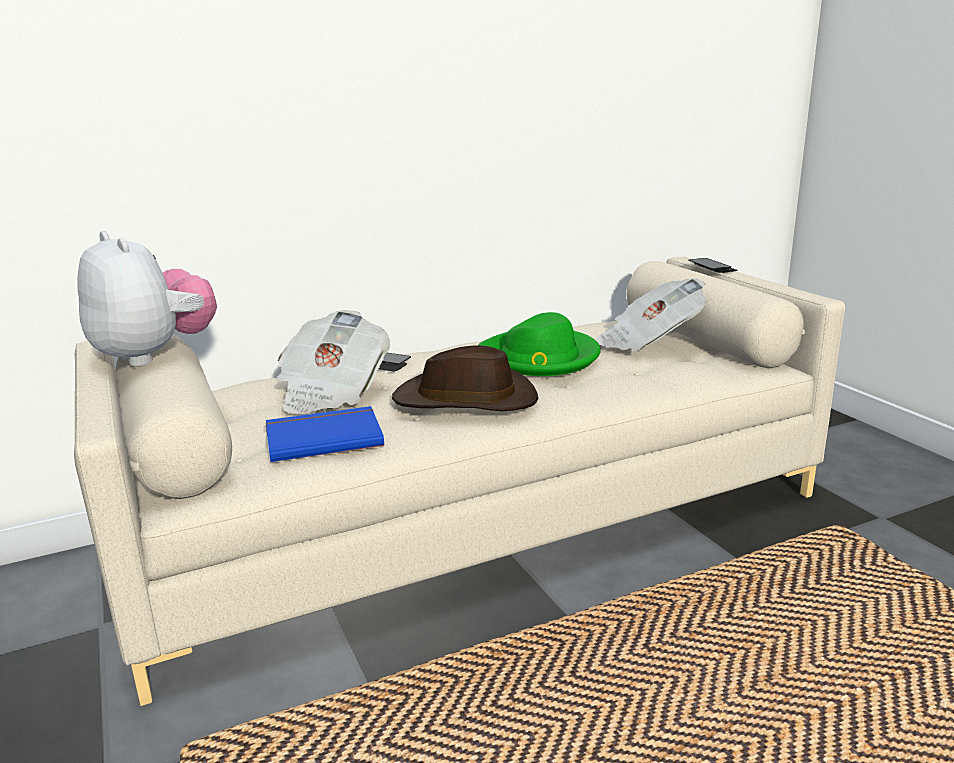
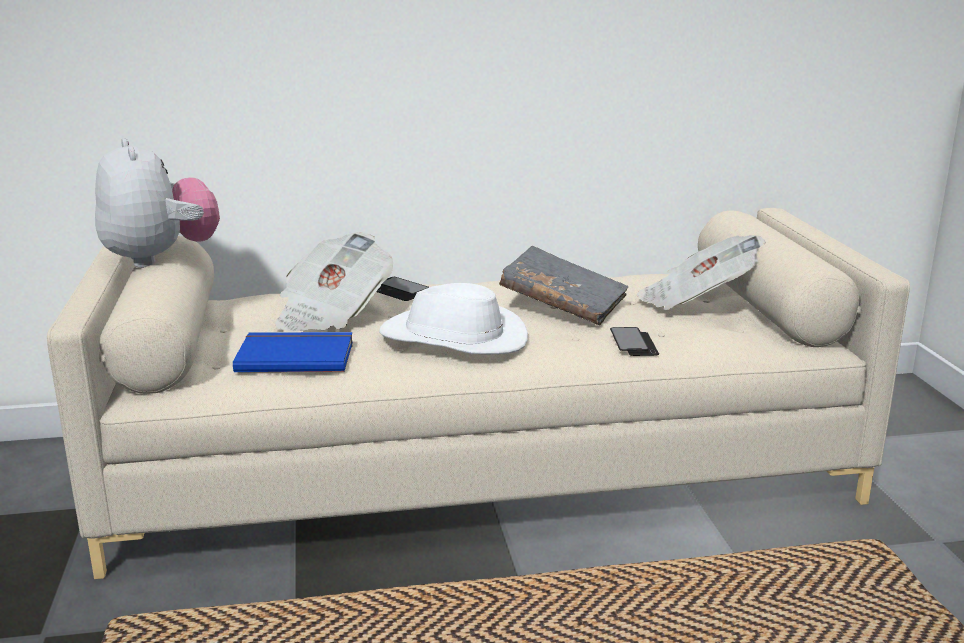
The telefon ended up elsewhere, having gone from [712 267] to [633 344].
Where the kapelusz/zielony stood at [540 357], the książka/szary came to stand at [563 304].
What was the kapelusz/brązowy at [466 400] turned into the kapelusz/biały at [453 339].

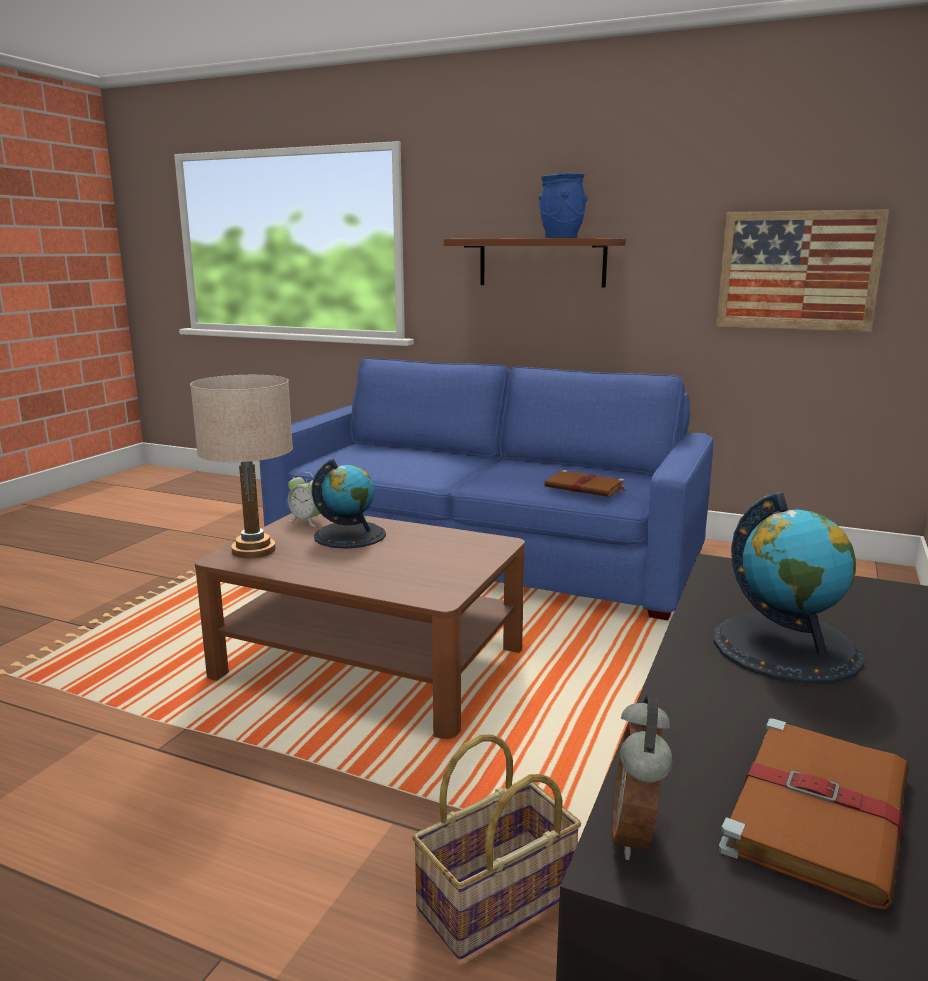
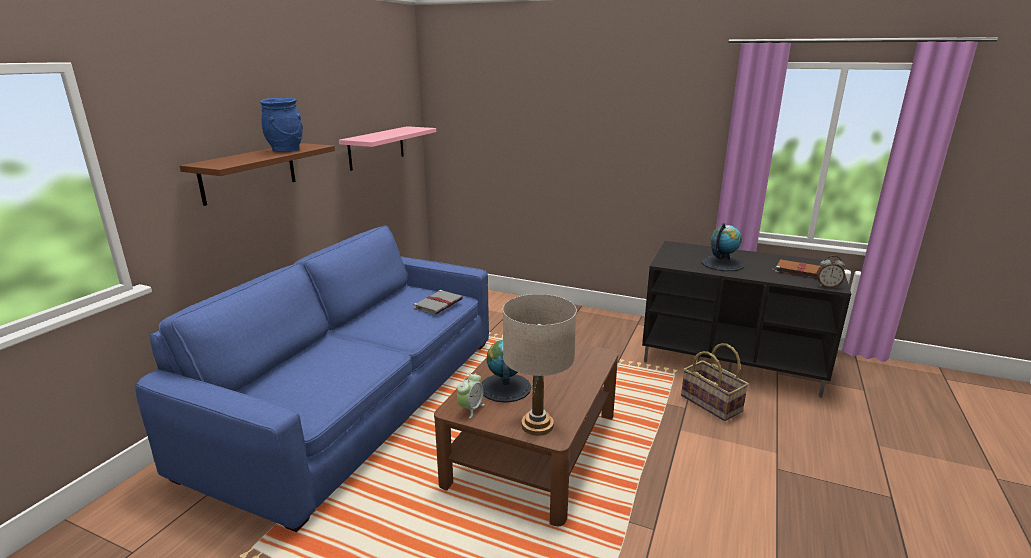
Where the obraz hung at [798 271], the półka/różowy came to hang at [376 147].
What was the książka/brązowy at [585 487] turned into the książka/szary at [439 304].

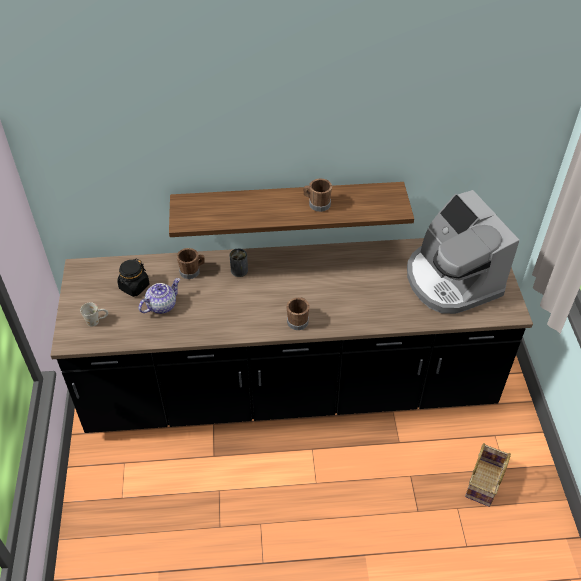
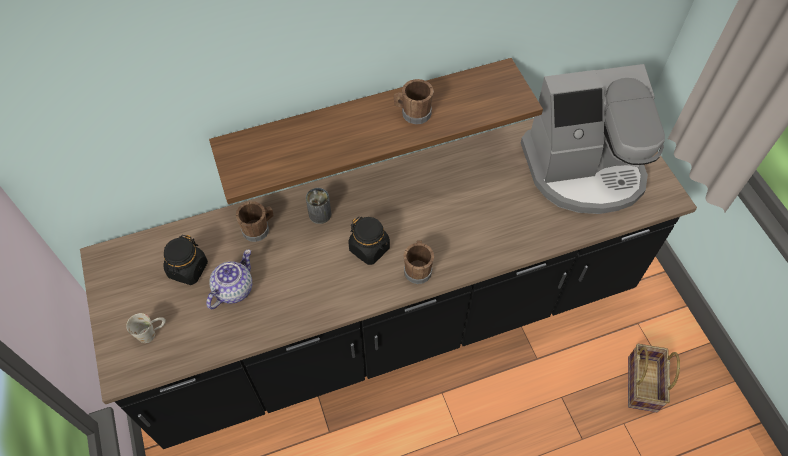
The second view gained the słoik/czarny at [369 248].
The ekspres do kawy at [451 280] ended up facing another way, 60 degrees counterclockwise from before.

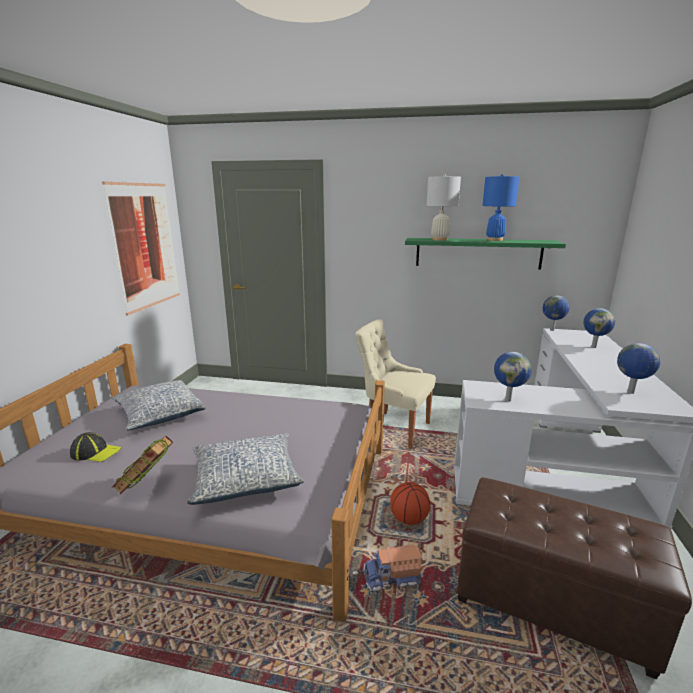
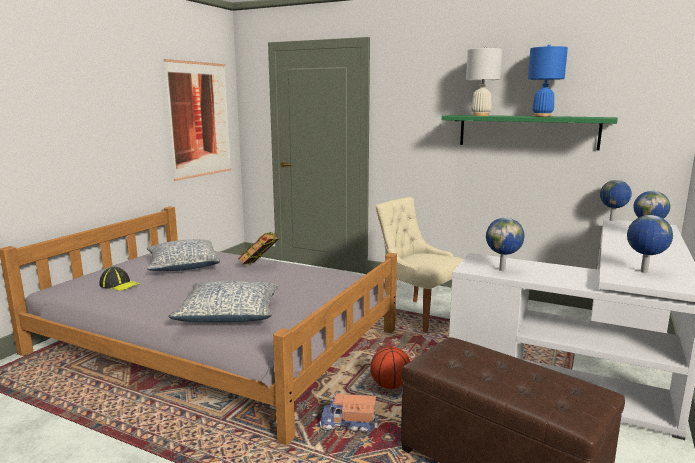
The książka ended up elsewhere, having gone from [148 486] to [259 266].

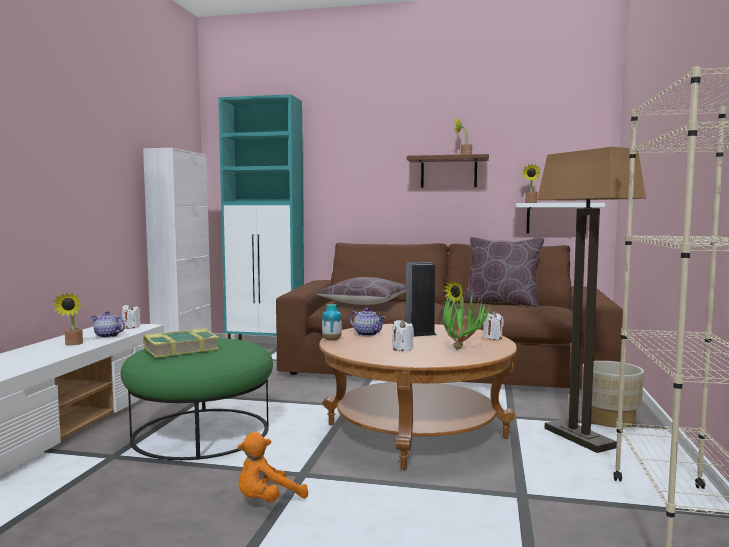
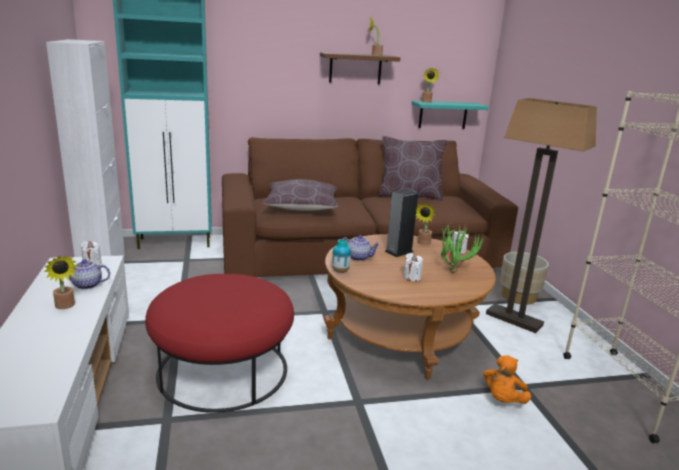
The second view lost the książka at [181 349].
The pluszak/pomarańczowy ended up elsewhere, having gone from [267 501] to [503 400].
What was the pufa/zielony at [201 432] turned into the pufa/czerwony at [223 369].
What was the półka/biały at [556 218] turned into the półka/turkusowy at [443 115].

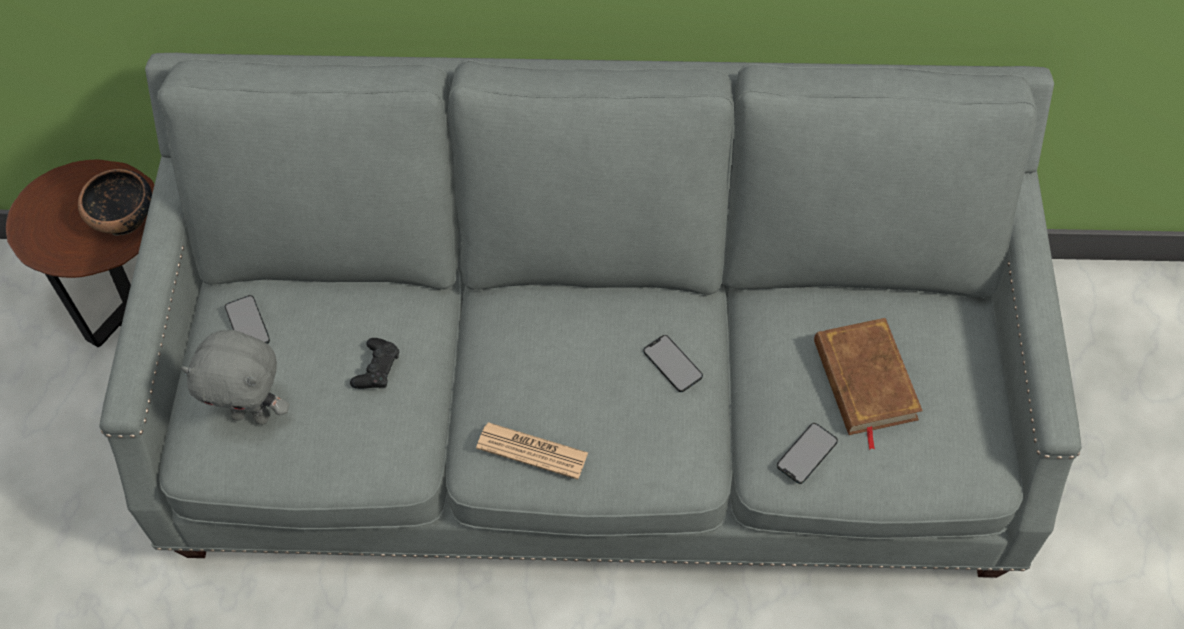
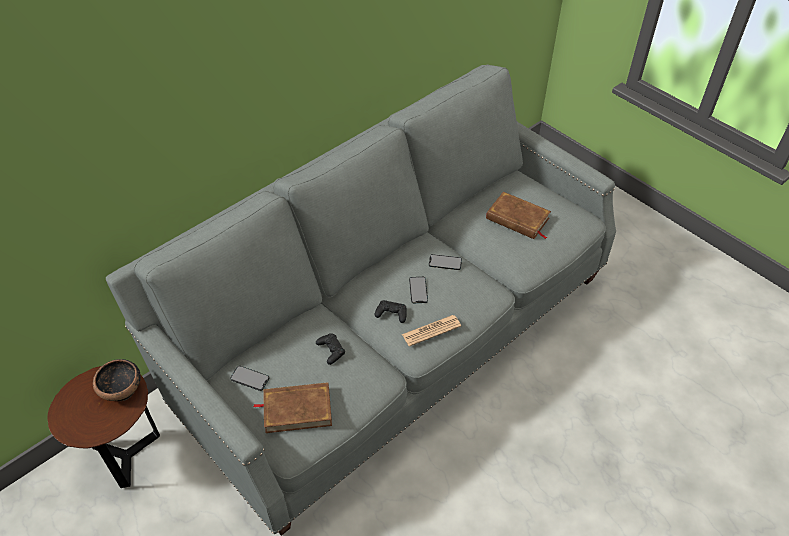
The second view gained the pad do gier/czarny at [391 313].
The telefon ended up elsewhere, having gone from [807 453] to [418 290].
Where the pluszak/szary stood at [252 414], the książka/brązowy came to stand at [297 409].

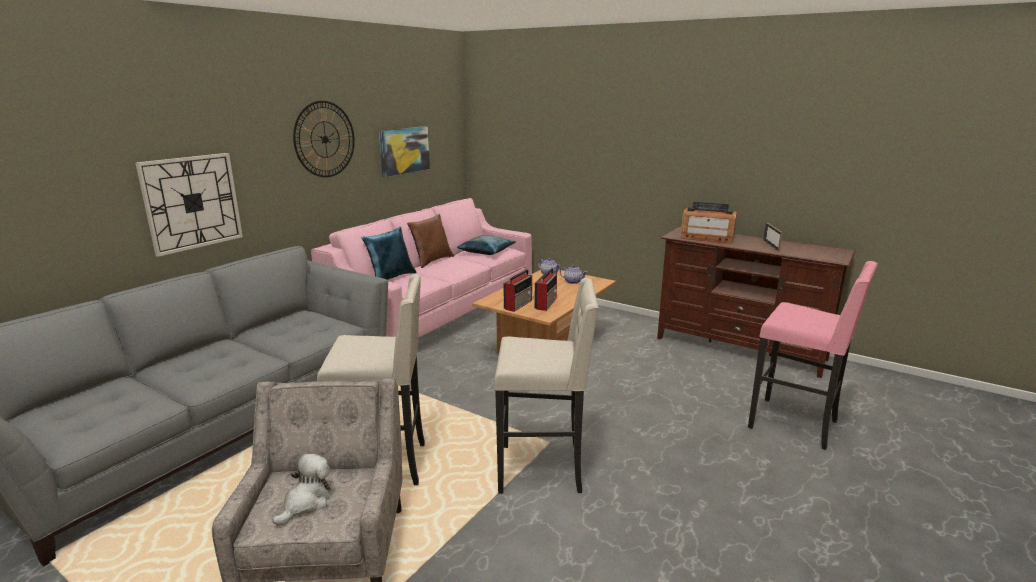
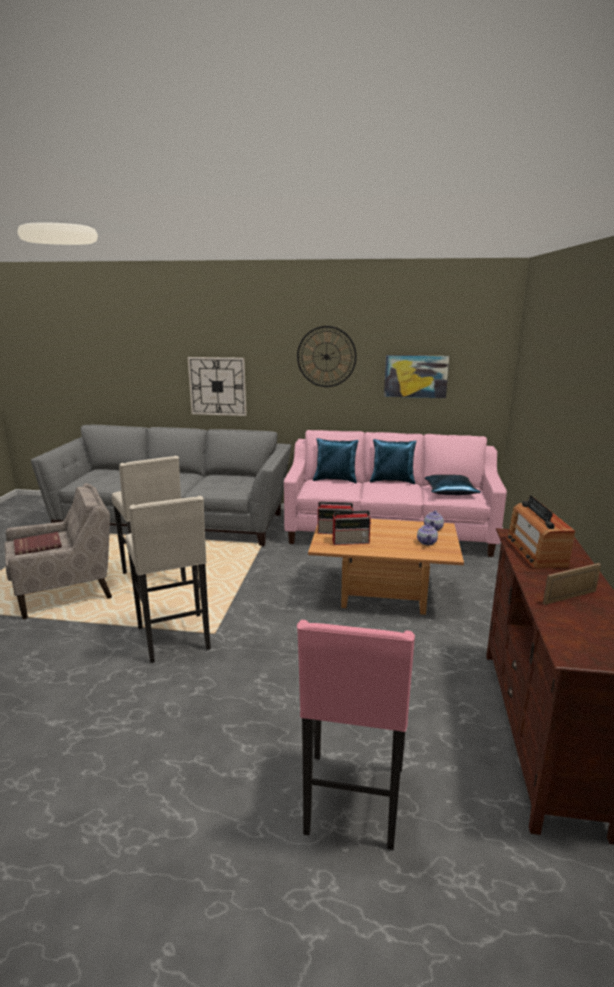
Where the pluszak stood at [306 503], the książka/czerwony came to stand at [37 545].
What was the poduszka/brązowy at [432 261] turned into the poduszka/niebieski at [392 481].

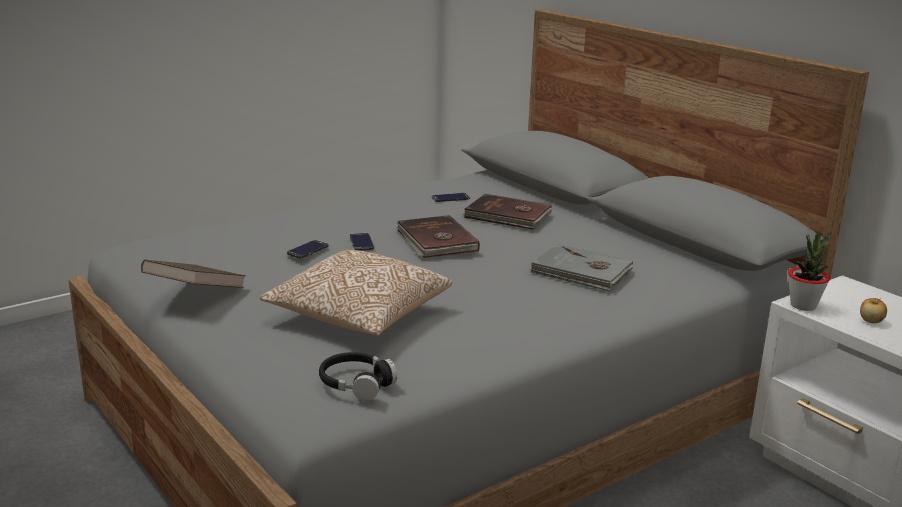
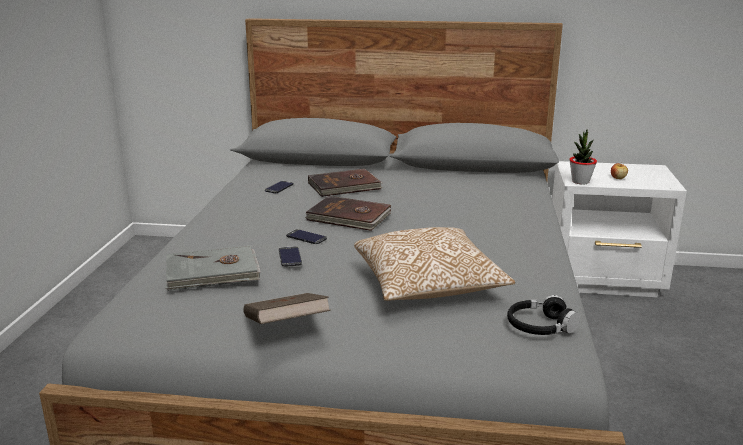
The książka/szary ended up elsewhere, having gone from [581 272] to [212 272].

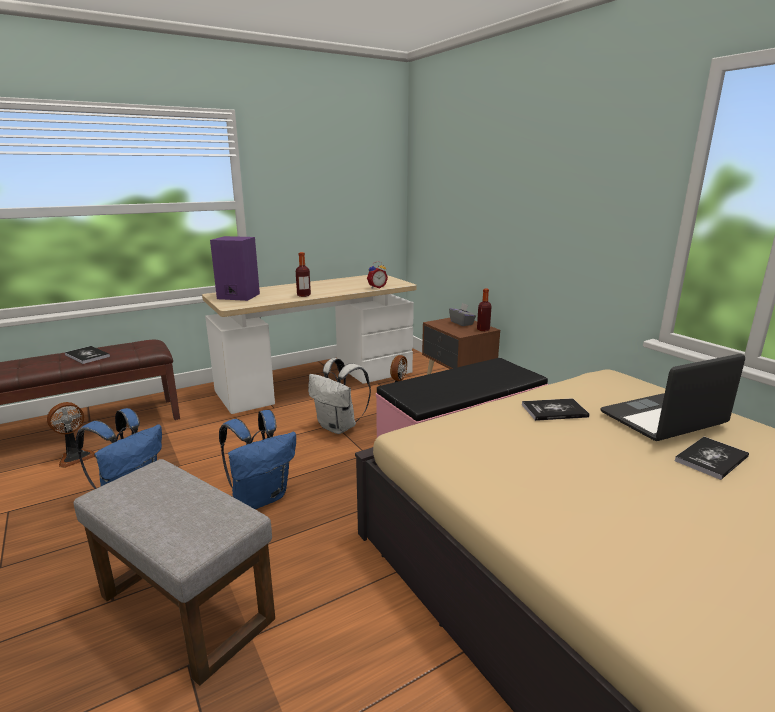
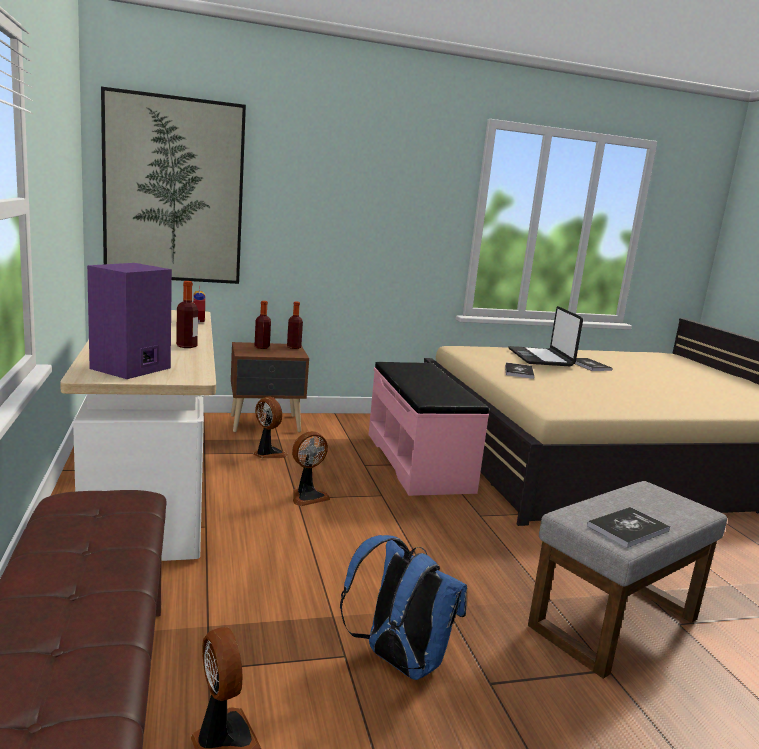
The second view lost the plecak/niebieski at [261 497].
The second view gained the obraz at [174 191].
The książka ended up elsewhere, having gone from [87 356] to [628 528].
Where the plecak/biały stood at [339 427], the wentylator came to stand at [307 496].
Where the pudełko chusteczek/szary stood at [462 323], the butelka came to stand at [262 347].

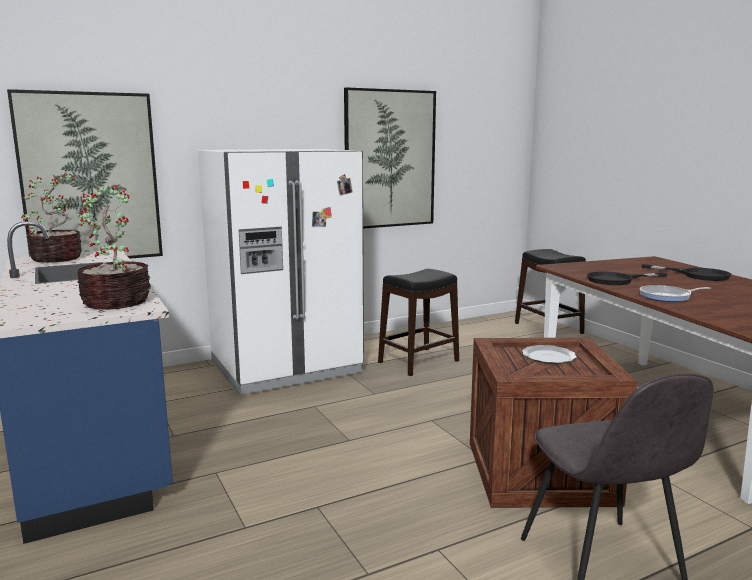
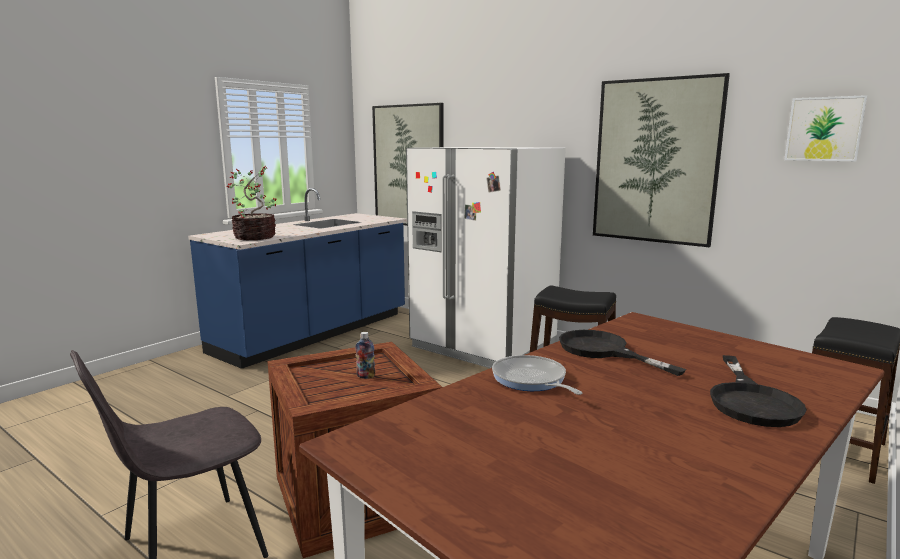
The second view lost the roślina doniczkowa at [58 258].
The second view gained the obraz at [824 129].
Where the talerz stood at [548 356], the butelka came to stand at [365 376].

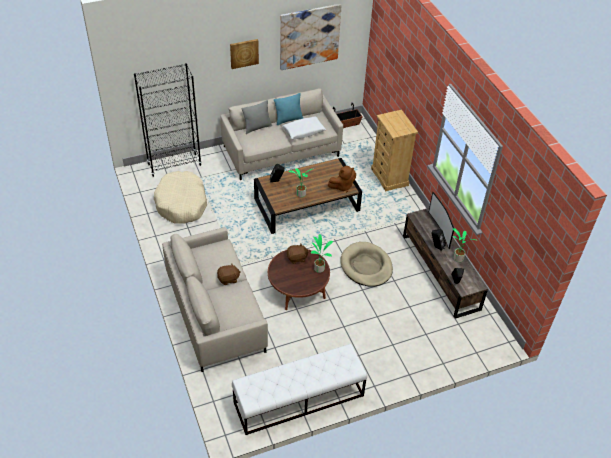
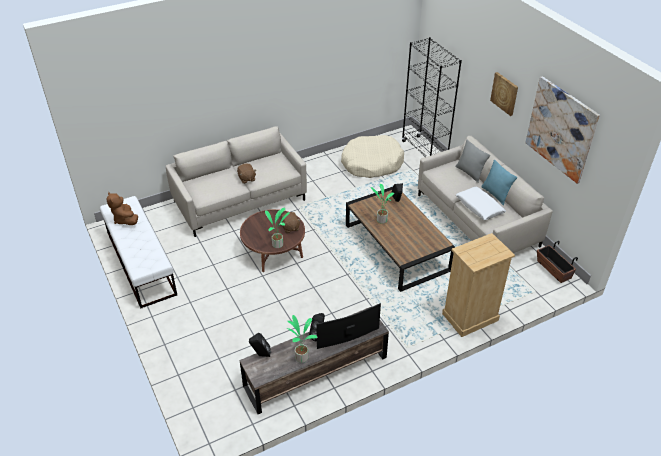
The second view lost the legowisko/beżowy at [366 266].
The pluszak/brązowy ended up elsewhere, having gone from [342 186] to [125 220].

